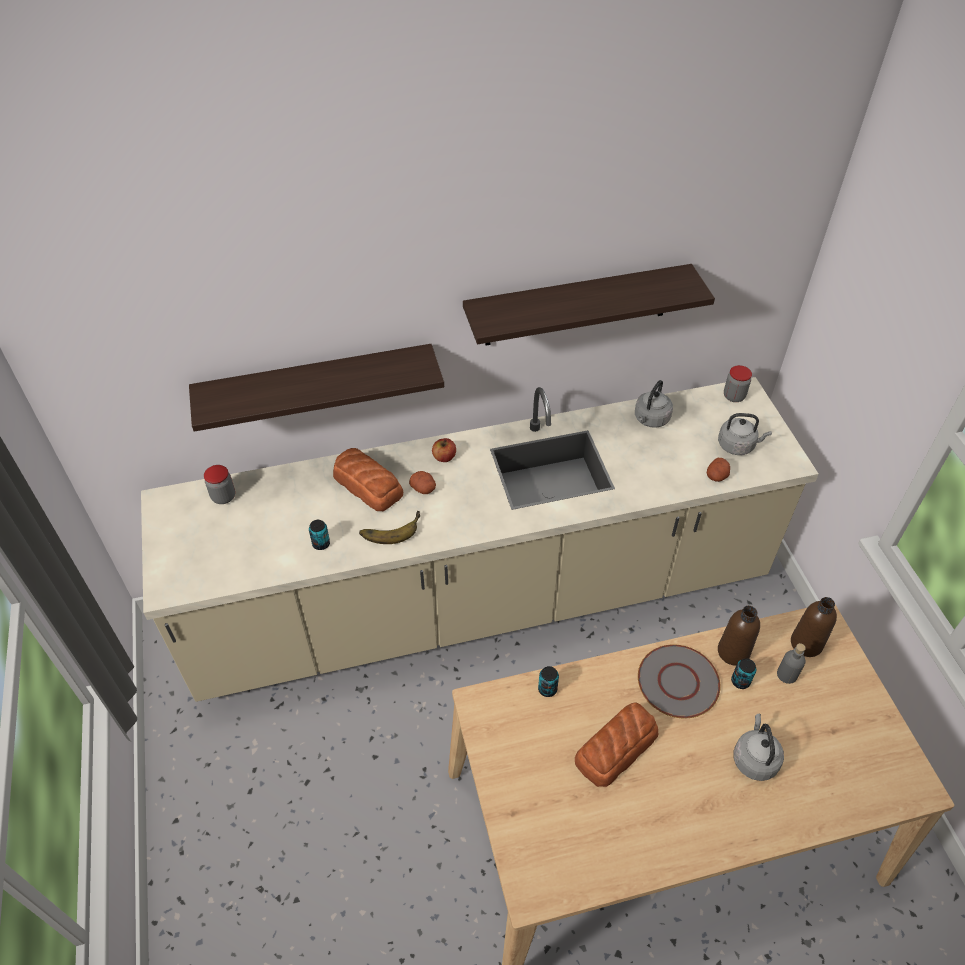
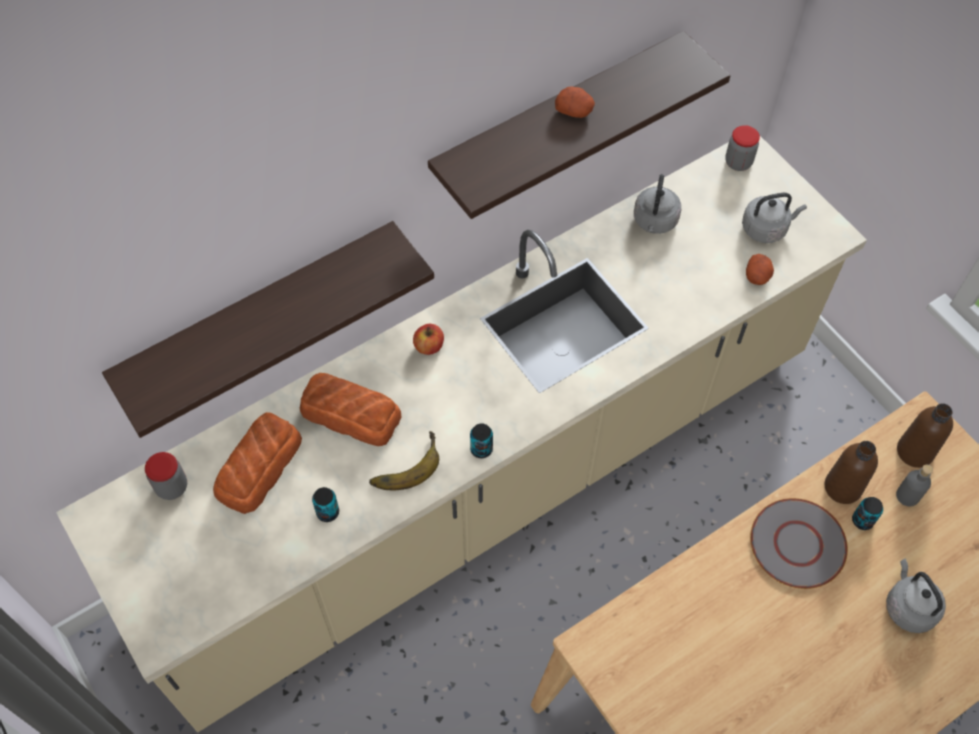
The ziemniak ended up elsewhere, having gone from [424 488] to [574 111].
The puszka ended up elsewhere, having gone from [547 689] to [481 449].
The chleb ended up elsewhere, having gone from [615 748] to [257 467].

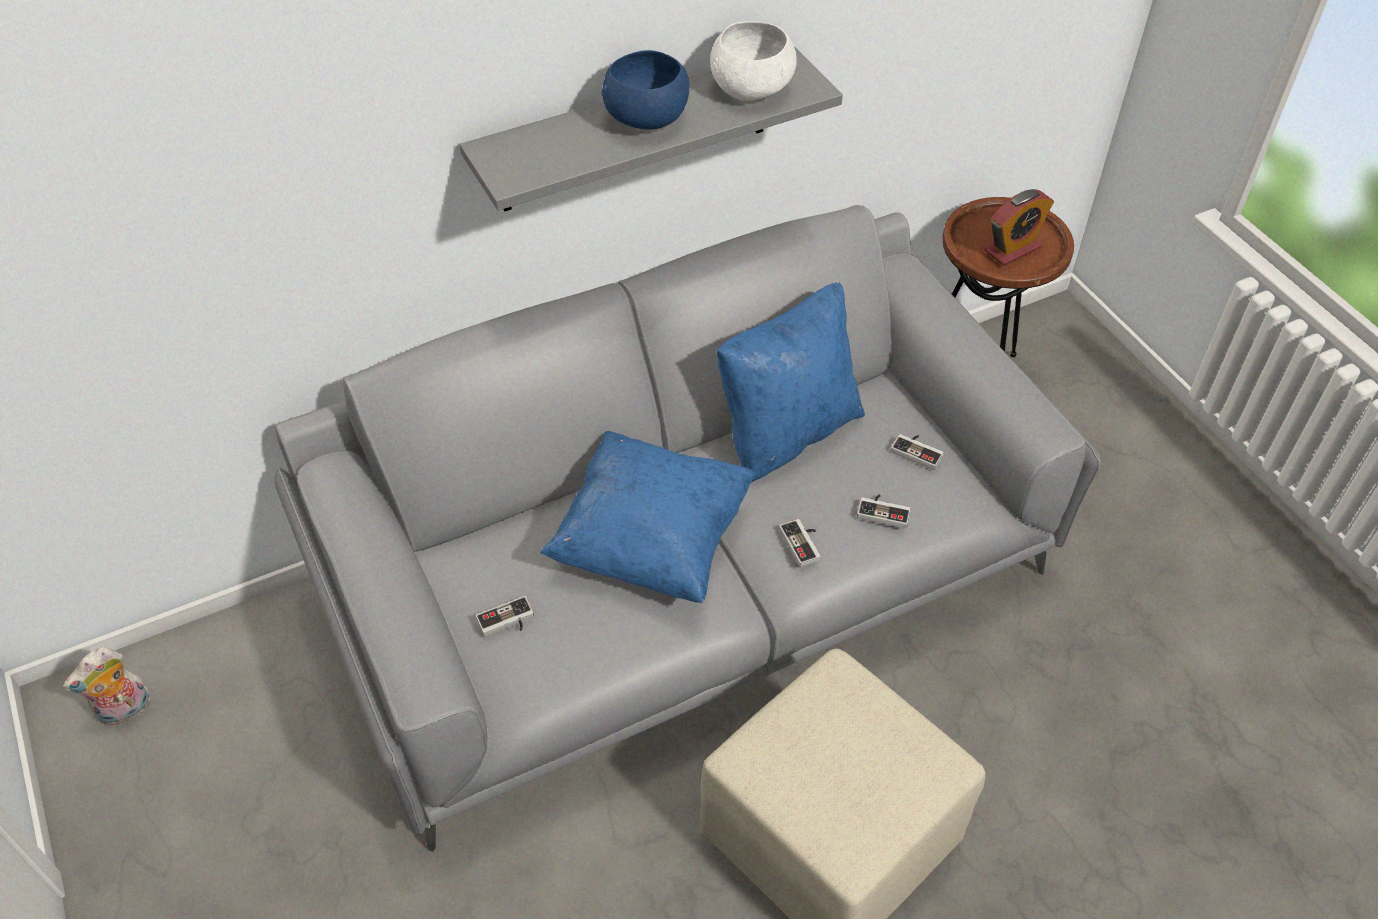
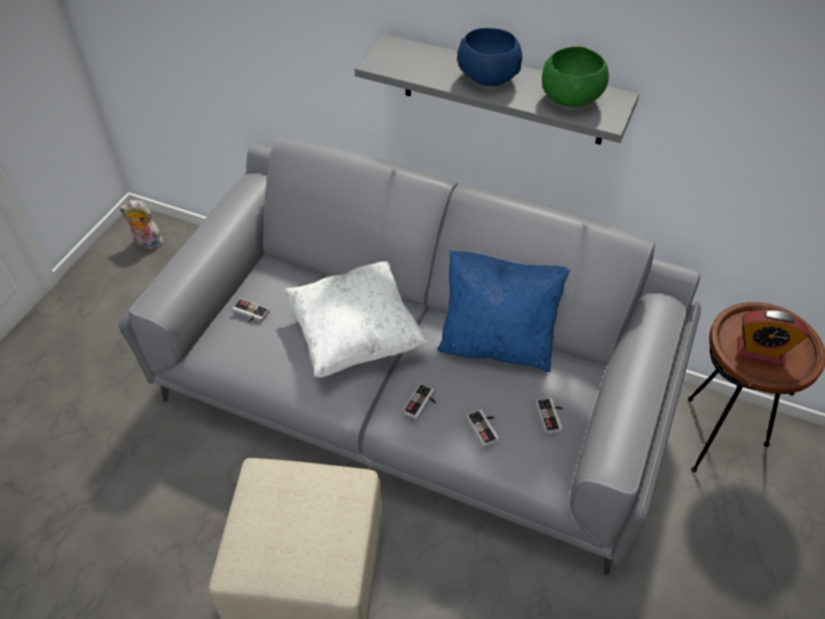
What was the poduszka/niebieski at [652 542] turned into the poduszka/biały at [356 337].
What was the miska/biały at [752 90] turned into the miska/zielony at [571 100].

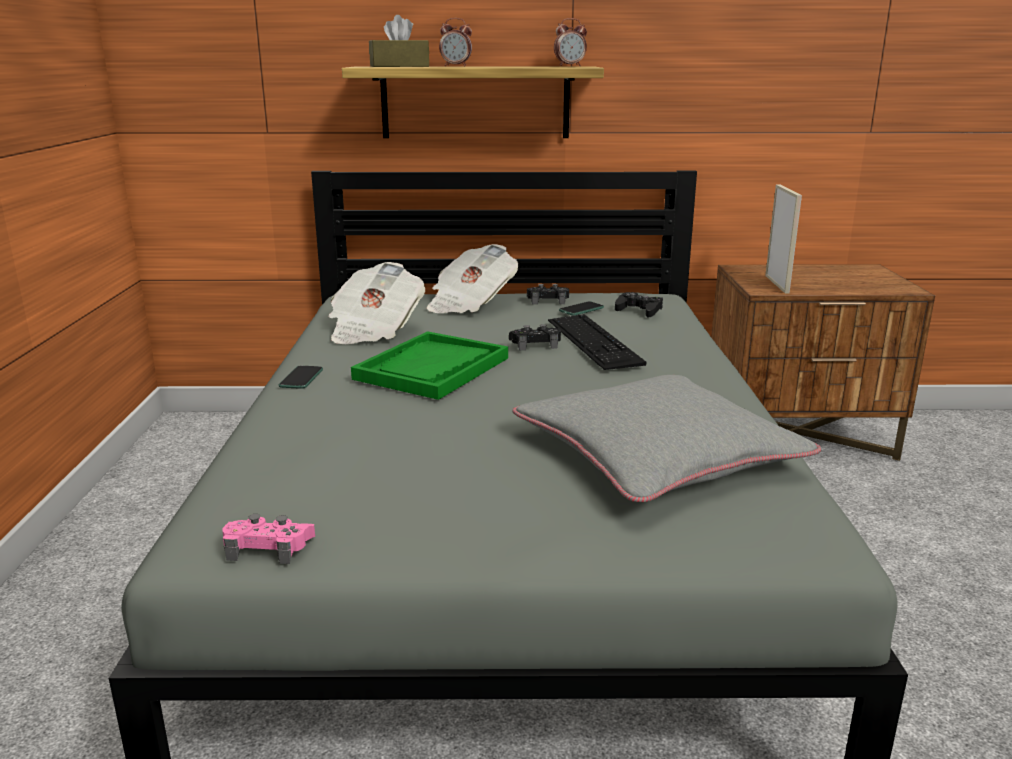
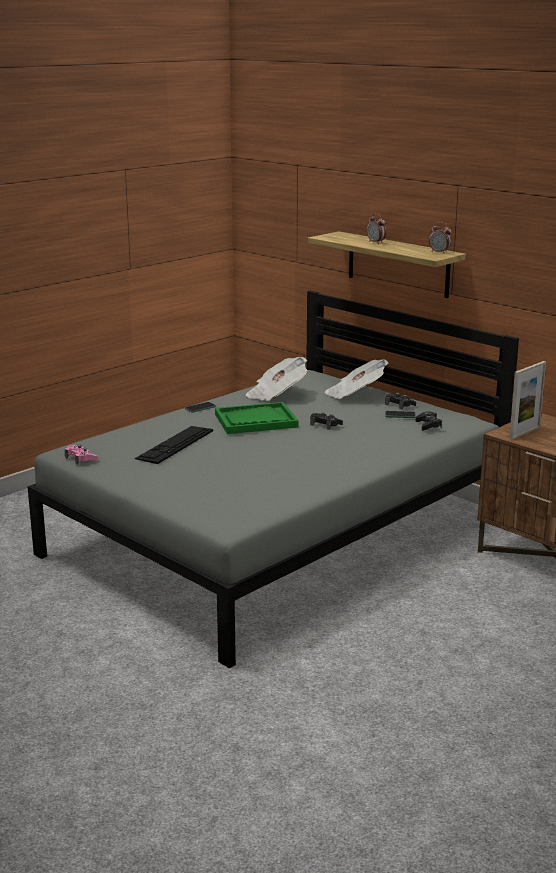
The second view lost the pudełko chusteczek/brązowy at [399 66].
The second view lost the poduszka/szary at [657 454].
The klawiatura ended up elsewhere, having gone from [593 341] to [175 444].

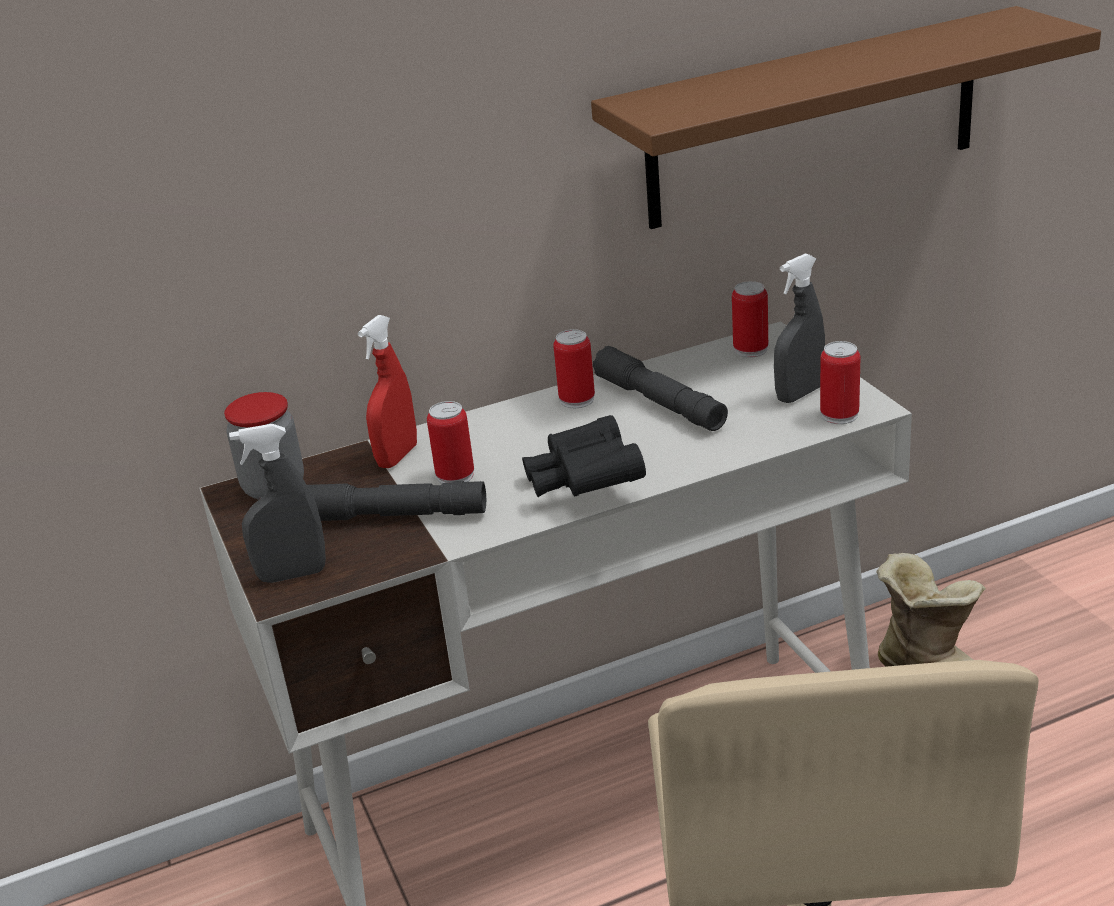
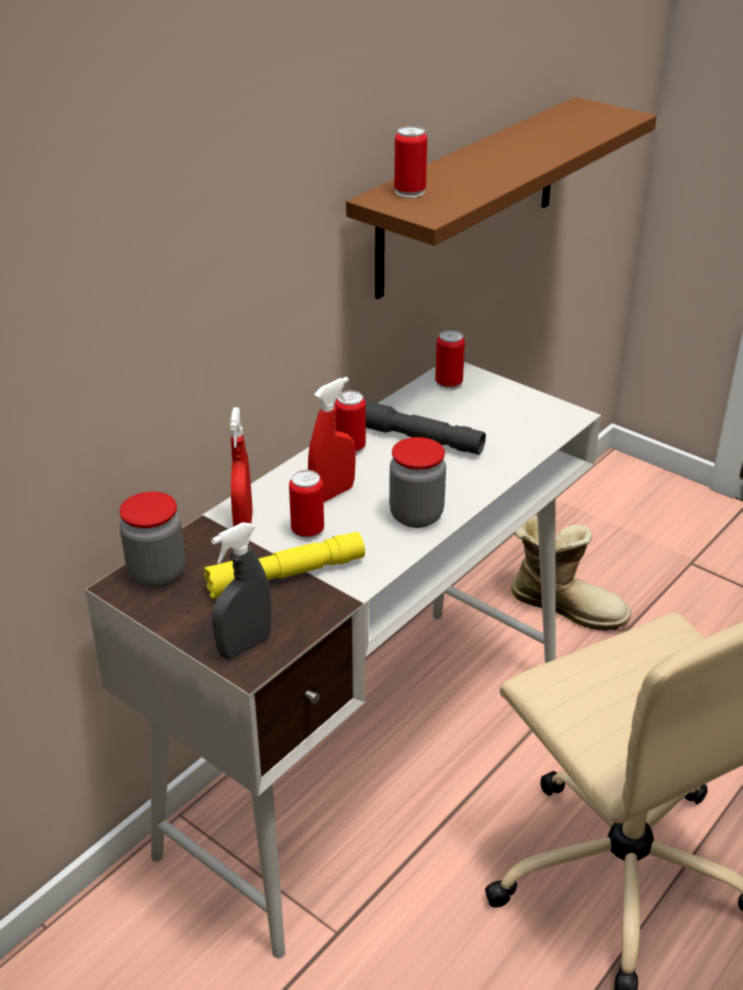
The second view lost the spryskiwacz/szary at [799 394].
The second view gained the spryskiwacz/czerwony at [332 493].
The puszka ended up elsewhere, having gone from [839 415] to [409 192].
Where the lornetka/czarny stood at [584 483], the słoik came to stand at [416 515].
What was the latarka/szary at [394 516] turned into the latarka/żółty at [286 575].

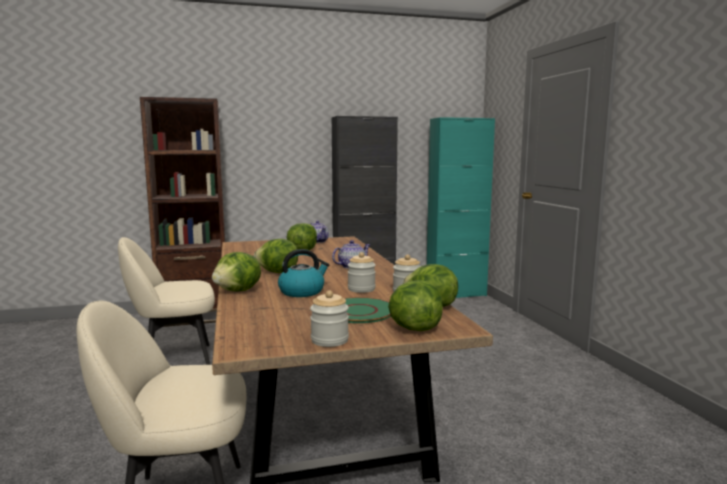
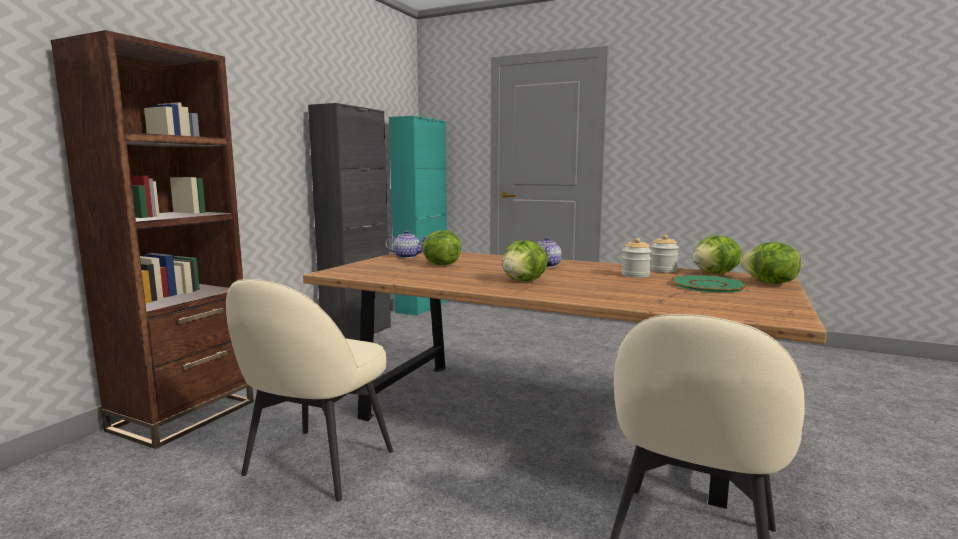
The second view lost the sałata at [238 291].
The second view lost the czajnik at [302 292].
The second view lost the słoik at [329 340].

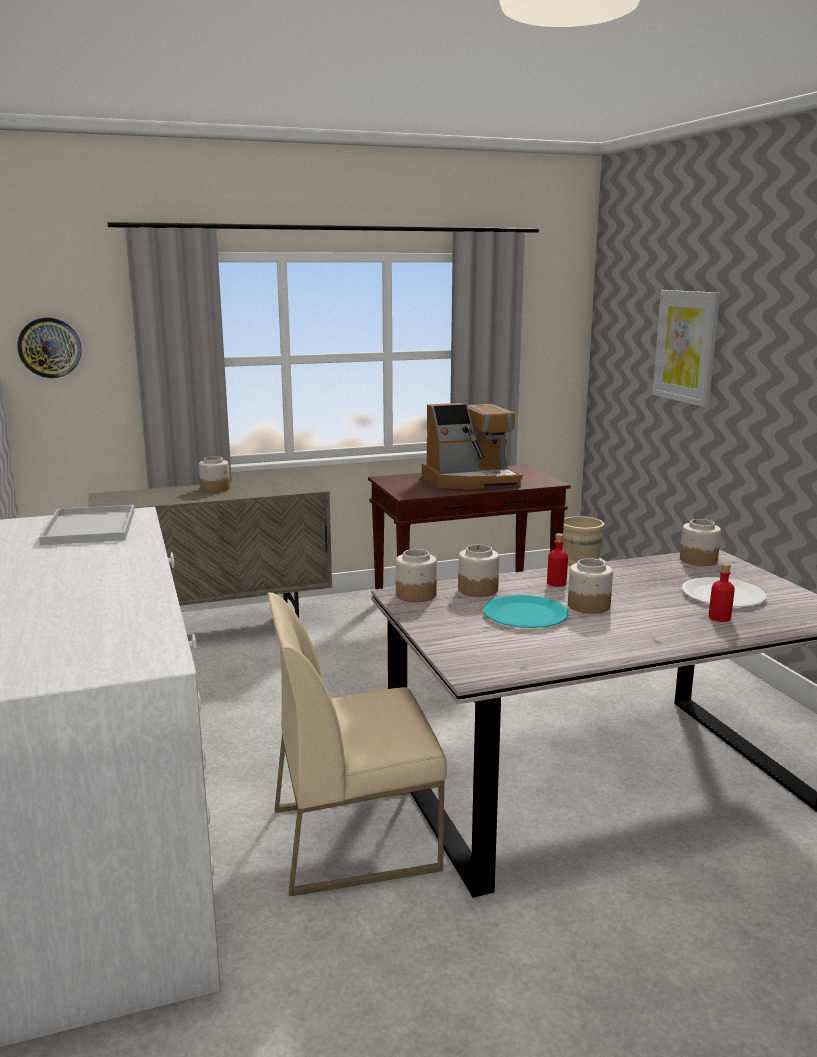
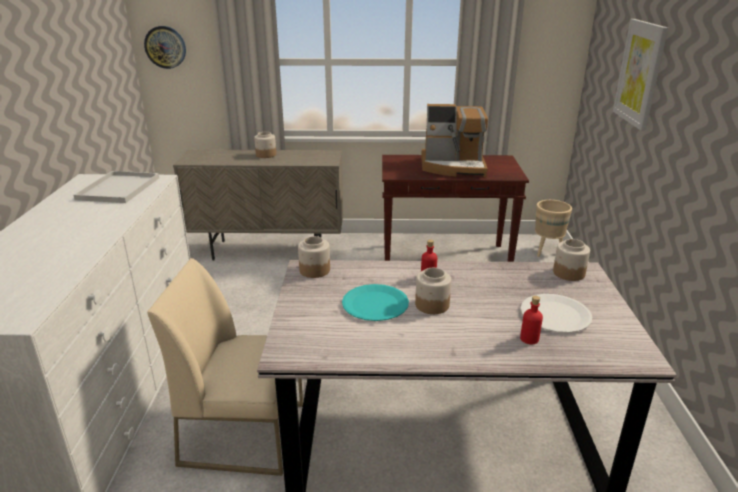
The second view lost the słoik at [477 589].

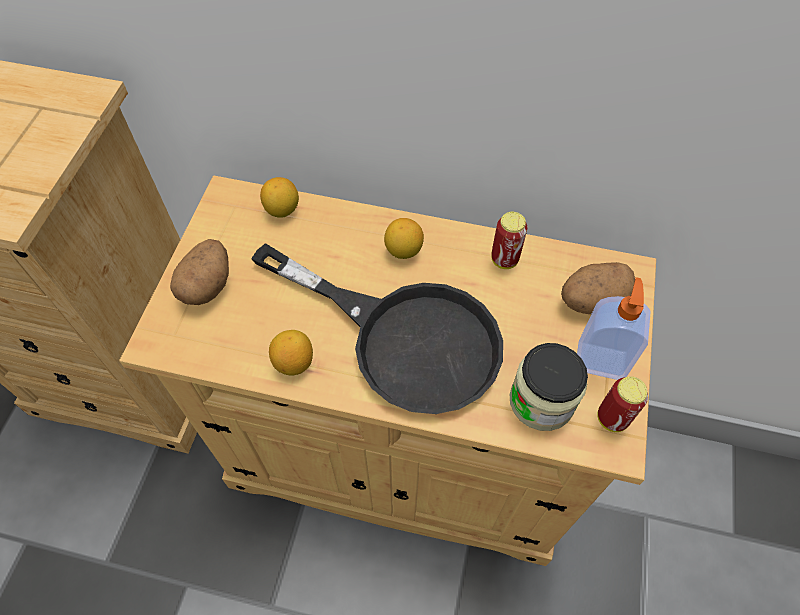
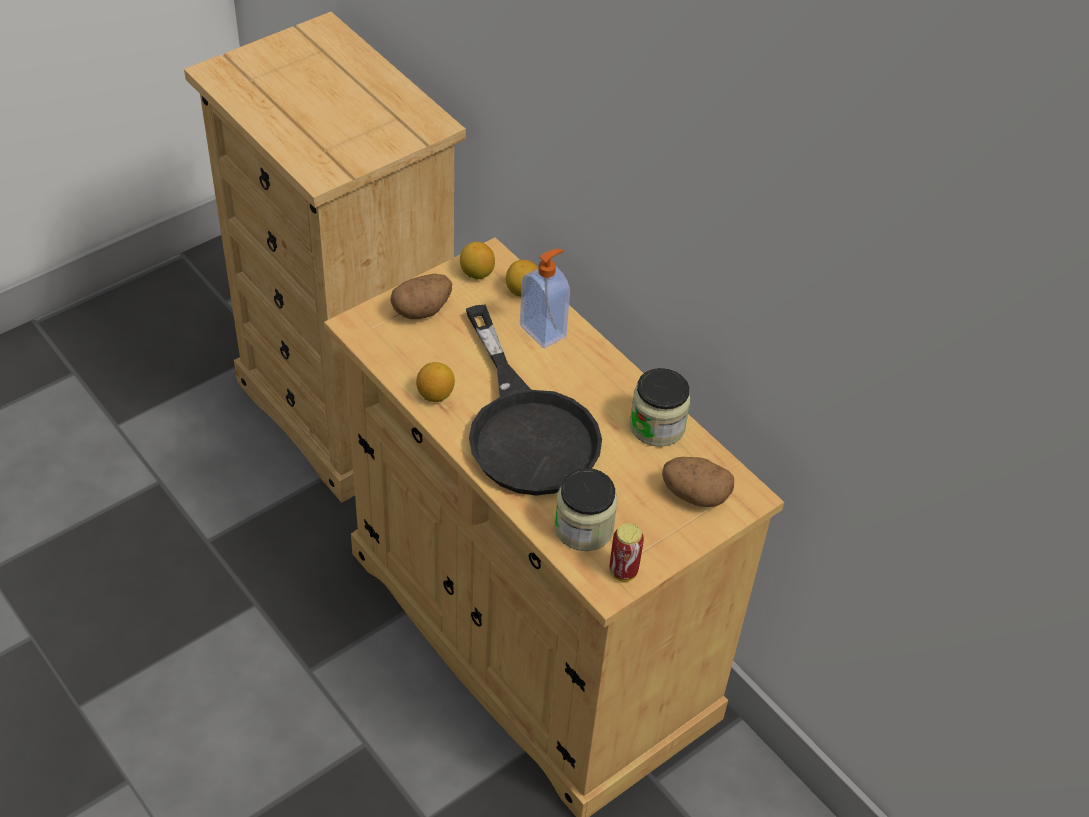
The cytryna ended up elsewhere, having gone from [403 250] to [477 273].
The dozownik mydła ended up elsewhere, having gone from [600 359] to [544 331].
Where the puszka stood at [504 259], the słoik came to stand at [657 426].

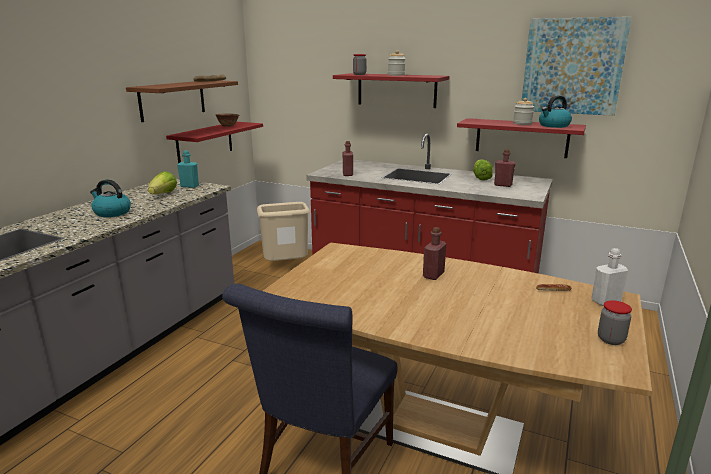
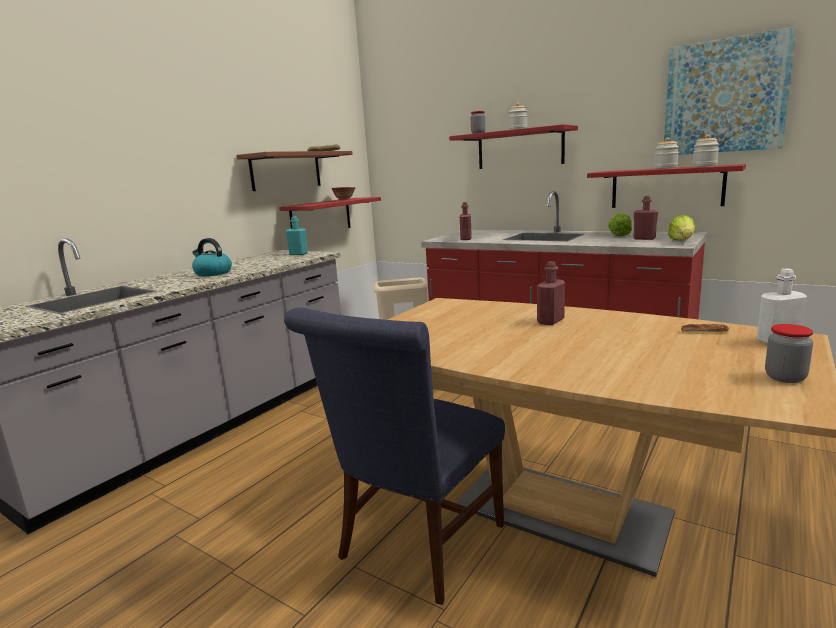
The sałata ended up elsewhere, having gone from [163 194] to [682 242].
Where the czajnik stood at [553 126], the słoik came to stand at [704 166].

